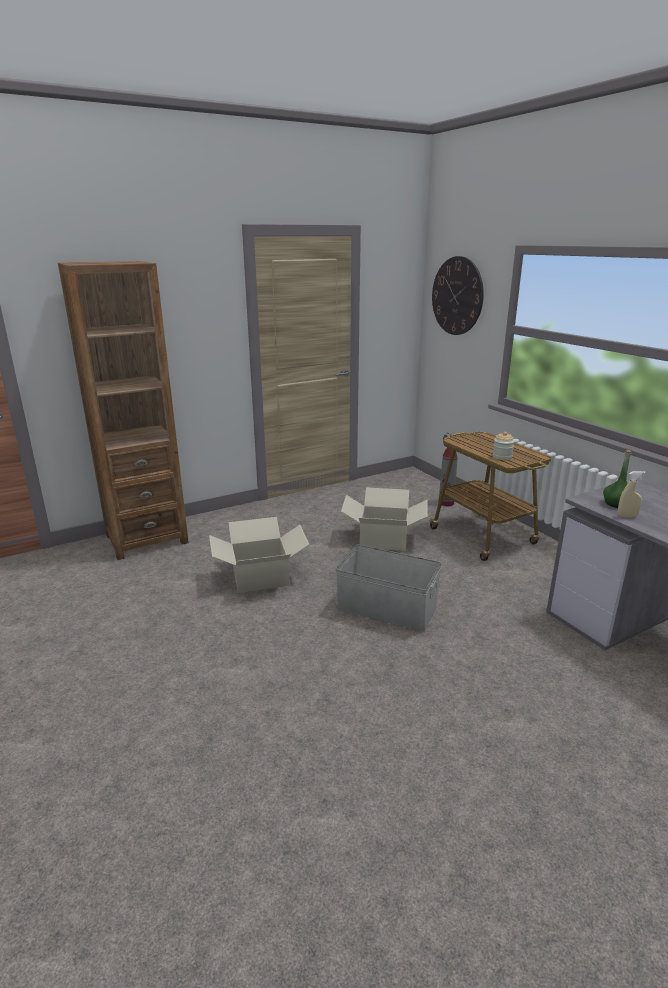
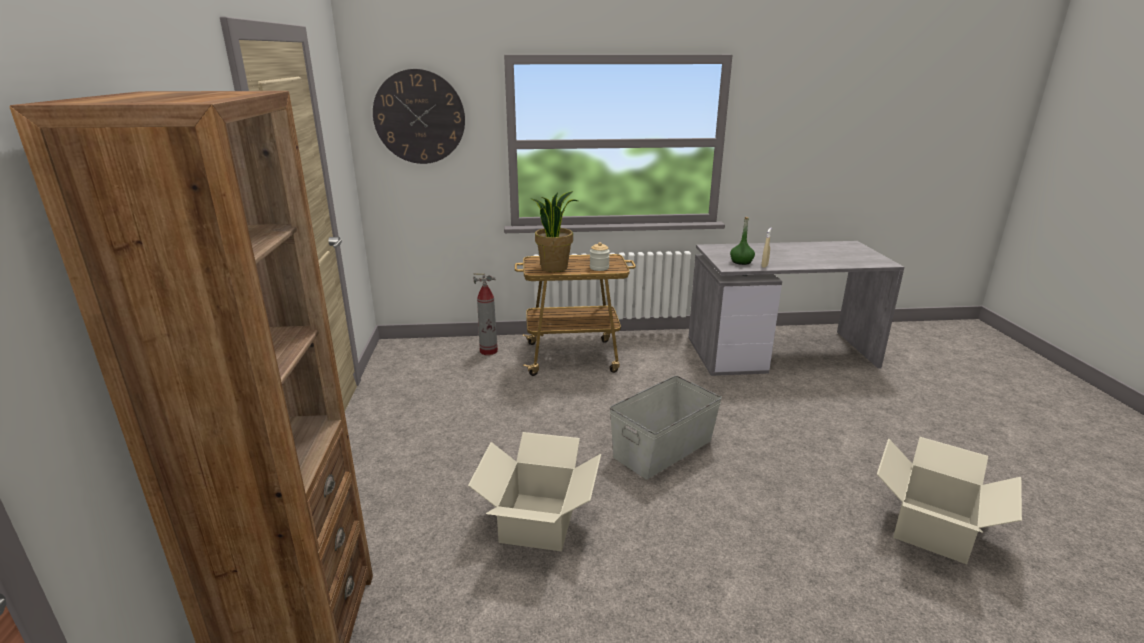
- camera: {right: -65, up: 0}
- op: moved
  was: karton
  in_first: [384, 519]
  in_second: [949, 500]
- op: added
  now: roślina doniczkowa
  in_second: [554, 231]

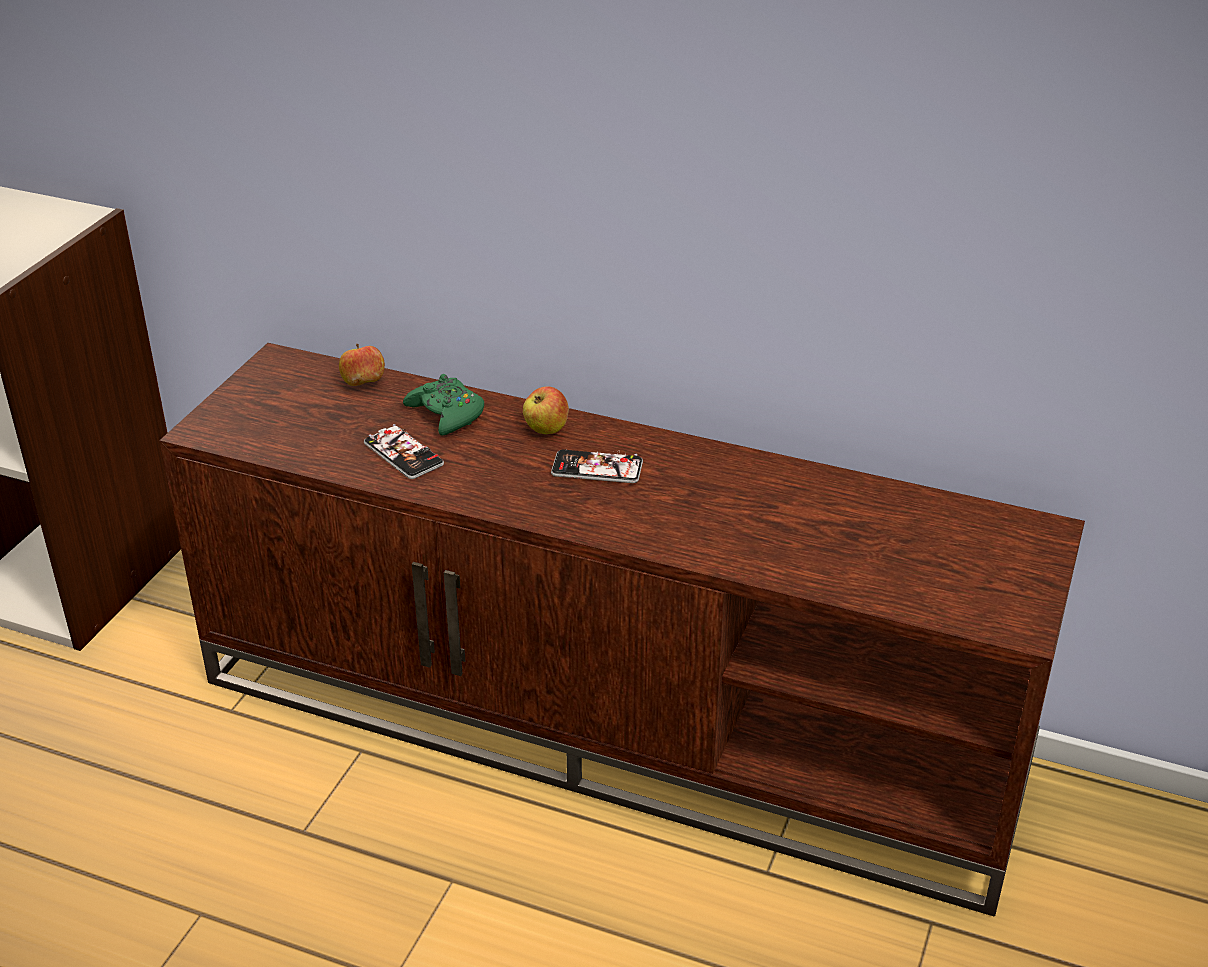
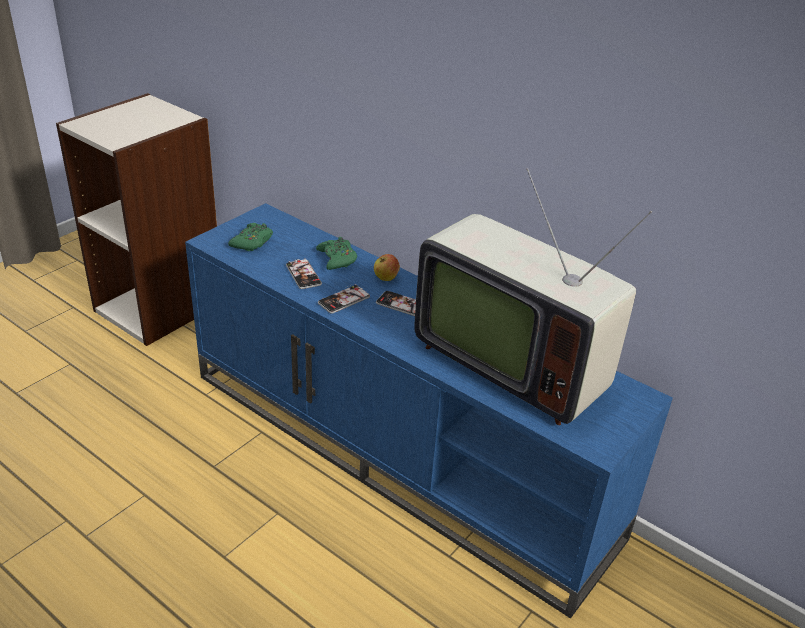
- camera: {right: 15, up: 0}
- op: recoloured
  was: szafka pod telewizor (brązowy)
  now: szafka pod telewizor (niebieski)
  in_first: [622, 629]
  in_second: [429, 410]
- op: removed
  was: jabłko
  in_first: [362, 365]
- op: added
  now: pad do gier (zielony)
  in_second: [250, 237]
- op: added
  now: telefon
  in_second: [344, 299]
- op: added
  now: telewizor
  in_second: [533, 296]

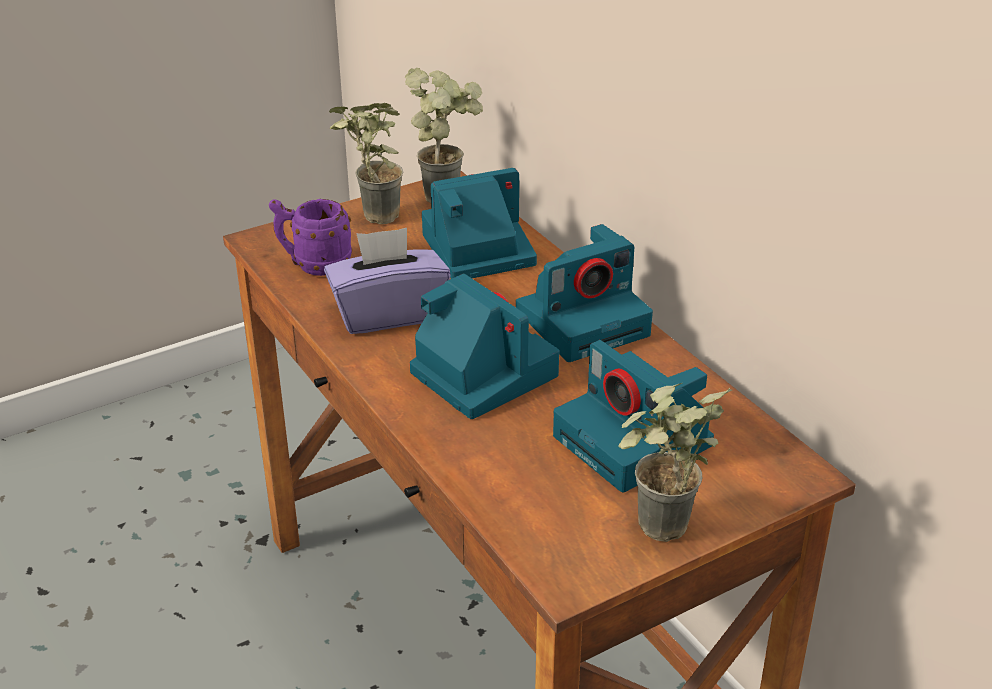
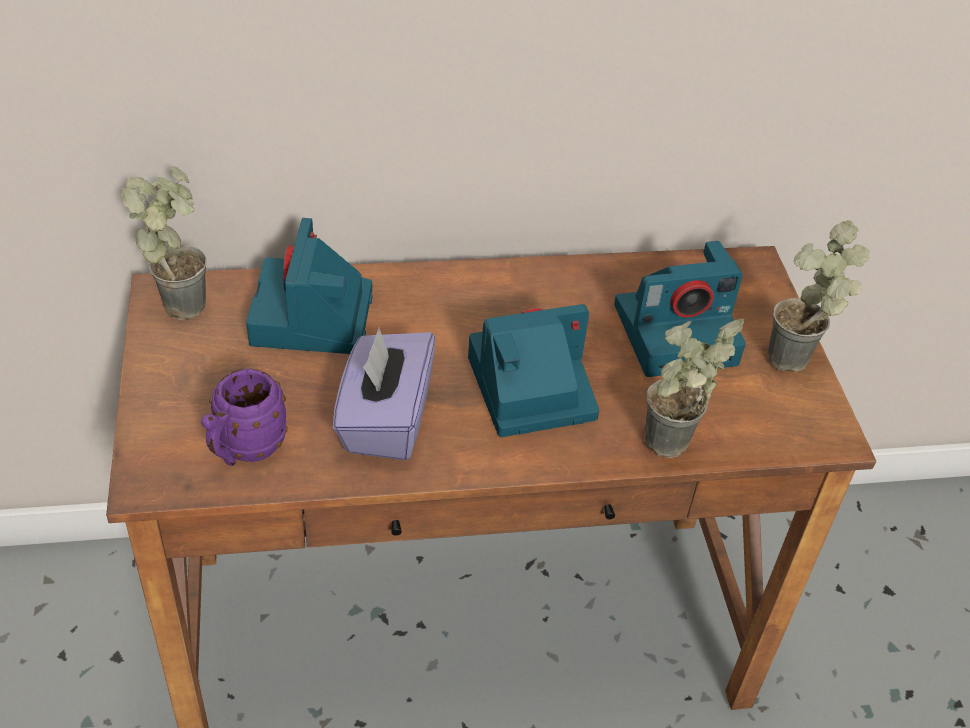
- camera: {right: -70, up: 10}
- op: moved
  was: roślina doniczkowa
  in_first: [366, 163]
  in_second: [694, 388]
- op: removed
  was: aparat fotograficzny
  in_first: [584, 293]

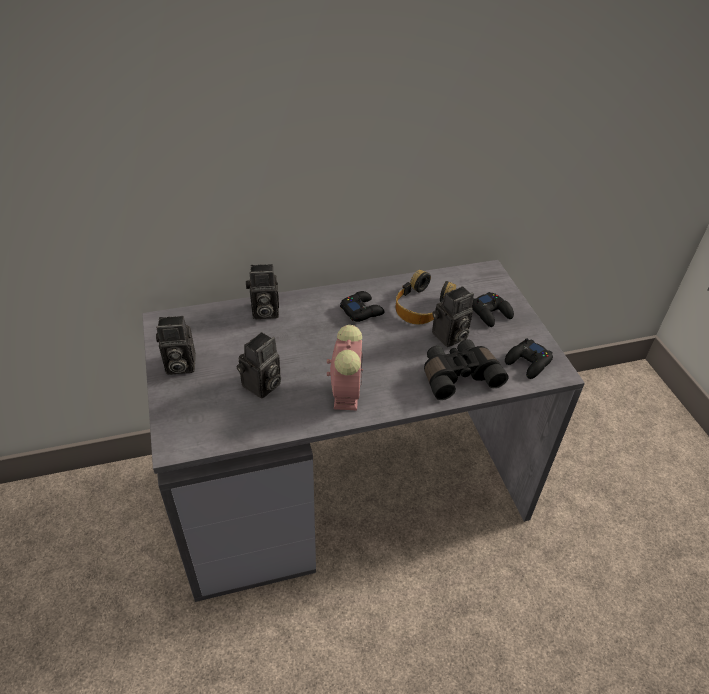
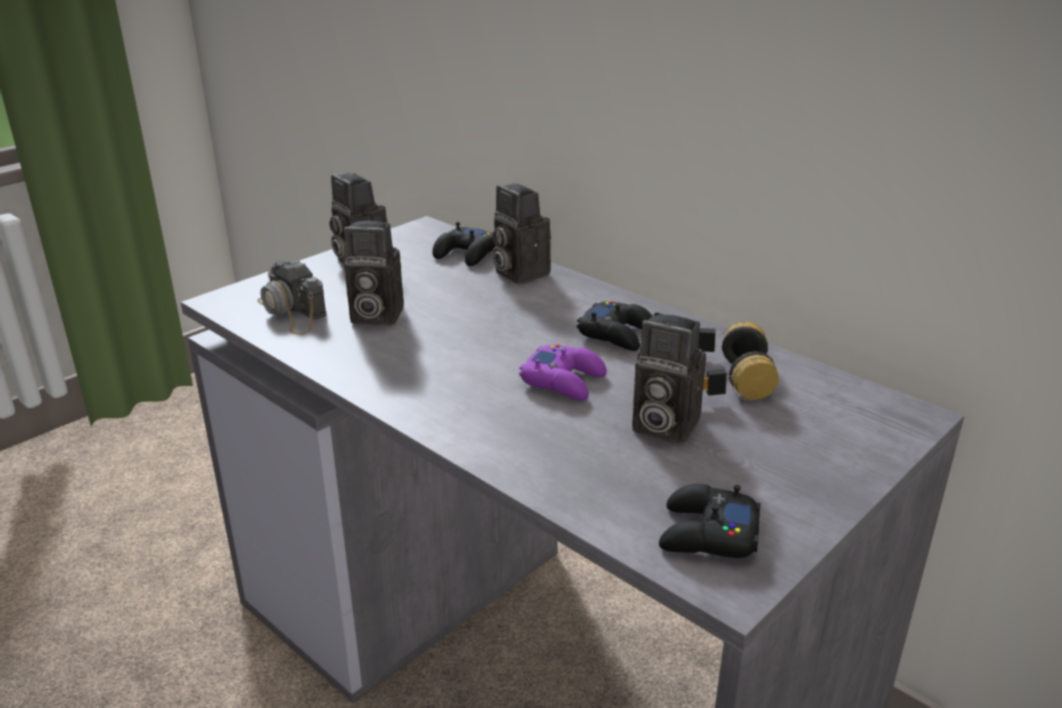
- camera: {right: 60, up: -15}
- op: removed
  was: budzik
  in_first: [345, 368]
- op: removed
  was: lornetka (czarny)
  in_first: [466, 369]
- op: moved
  was: pad do gier (czarny)
  in_first: [493, 309]
  in_second: [463, 244]
- op: added
  now: aparat fotograficzny
  in_second: [291, 297]
- op: added
  now: pad do gier (fioletowy)
  in_second: [563, 372]

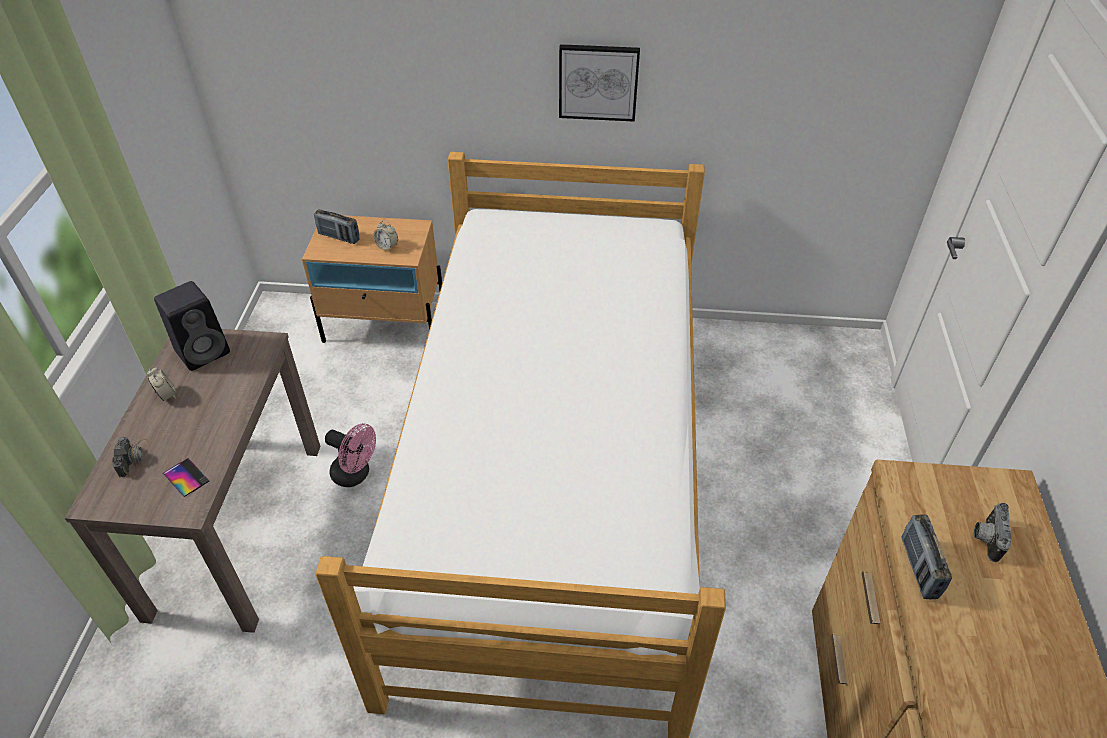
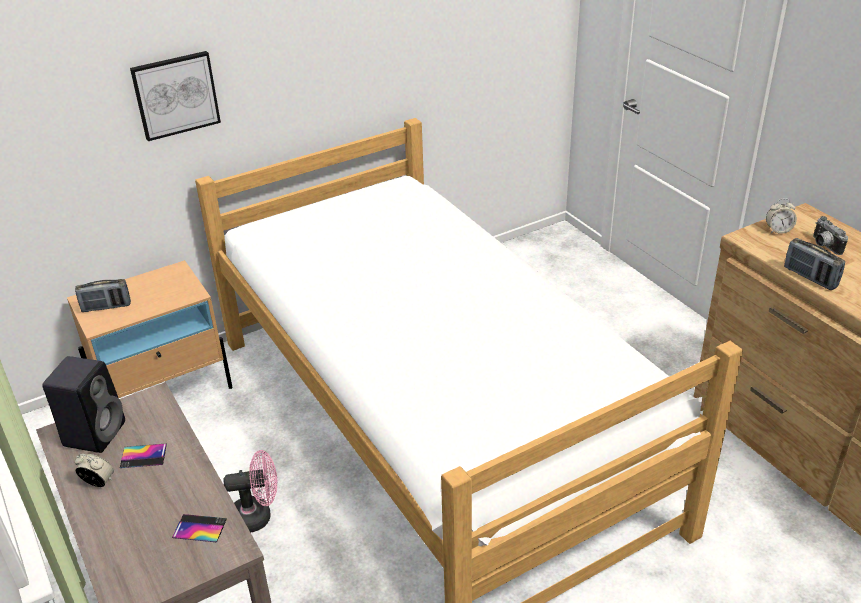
- camera: {right: -35, up: -10}
- op: removed
  was: aparat fotograficzny
  in_first: [130, 457]
- op: moved
  was: budzik
  in_first: [386, 236]
  in_second: [781, 216]
- op: moved
  was: obraz
  in_first: [599, 83]
  in_second: [175, 96]
- op: added
  now: telefon
  in_second: [143, 455]

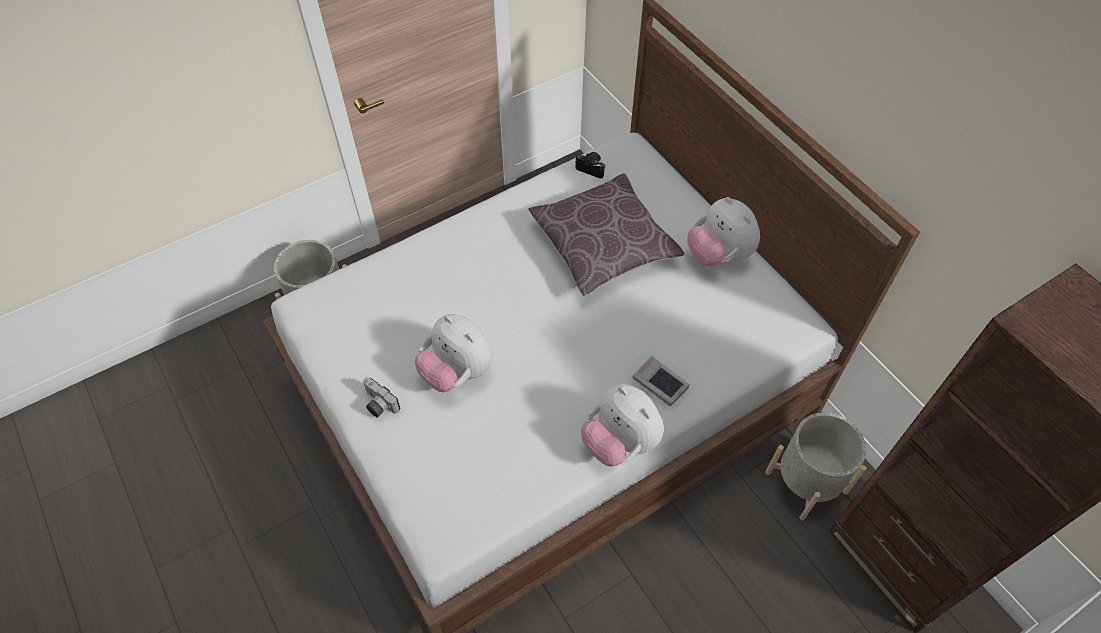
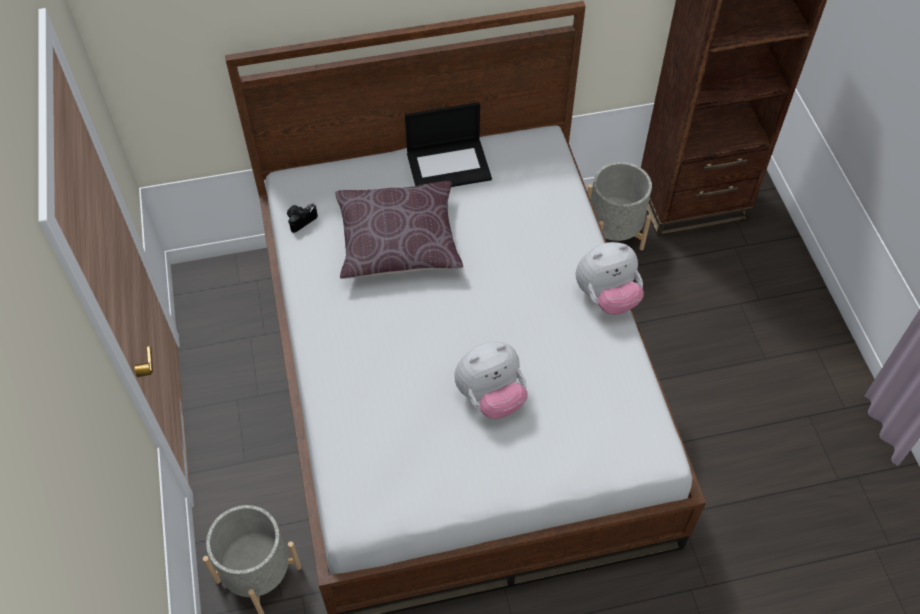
- camera: {right: -70, up: 0}
- op: removed
  was: aparat fotograficzny
  in_first: [381, 397]
- op: removed
  was: książka
  in_first: [661, 381]
- op: replaced
  was: pluszak
  now: laptop
  in_first: [723, 231]
  in_second: [448, 144]

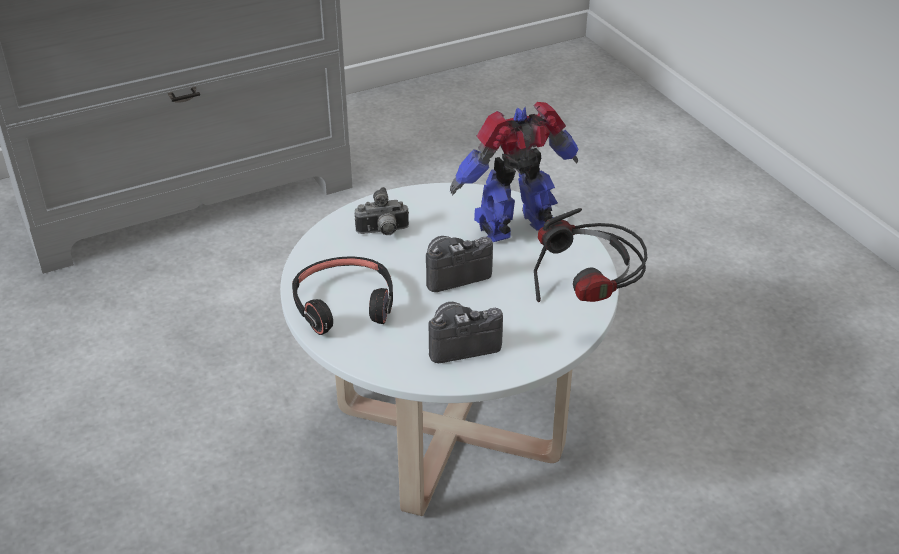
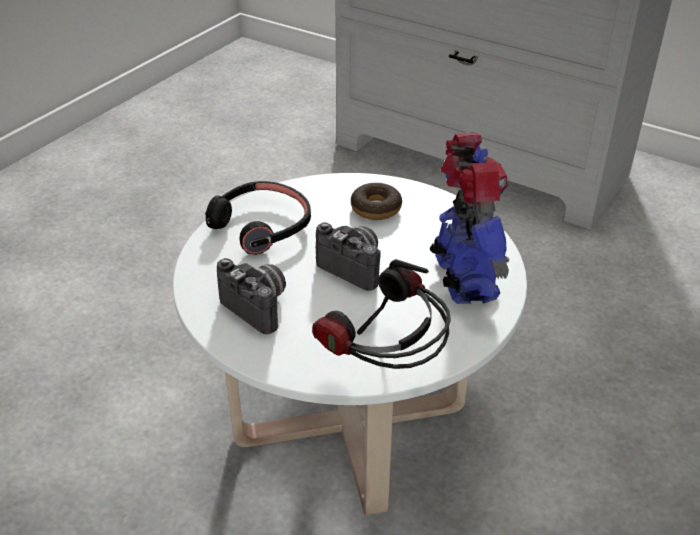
- camera: {right: 60, up: 0}
- op: replaced
  was: aparat fotograficzny
  now: donut
  in_first: [382, 211]
  in_second: [376, 201]
- op: turned
  was: robot zabawkowy
  in_first: [514, 172]
  in_second: [469, 218]
  clockwise: 45

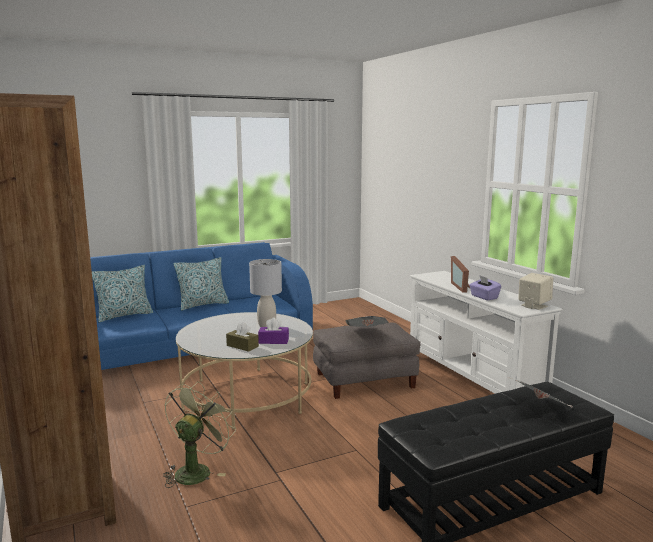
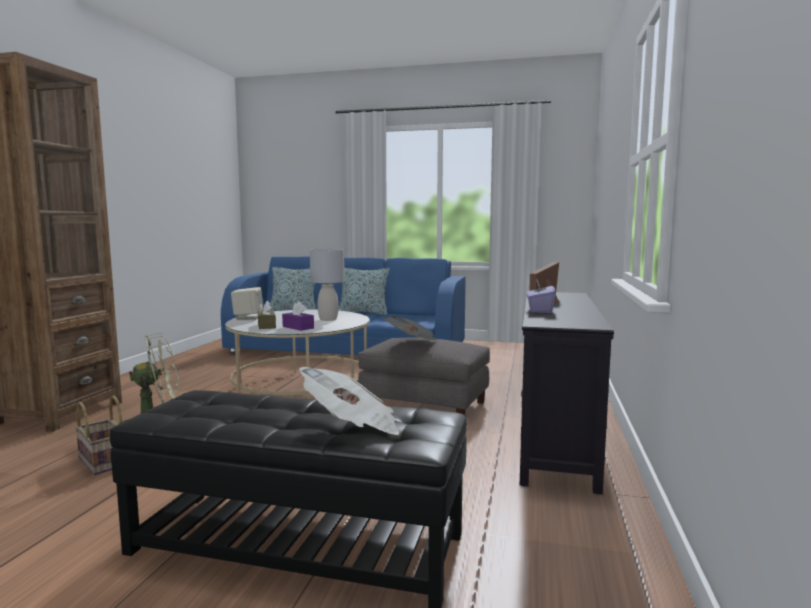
- camera: {right: 40, up: -5}
- op: recoloured
  was: szafka pod telewizor (biały)
  now: szafka pod telewizor (czarny)
  in_first: [486, 332]
  in_second: [567, 392]
- op: moved
  was: głośnik (beżowy)
  in_first: [536, 291]
  in_second: [247, 303]
- op: added
  now: koszyk
  in_second: [98, 435]

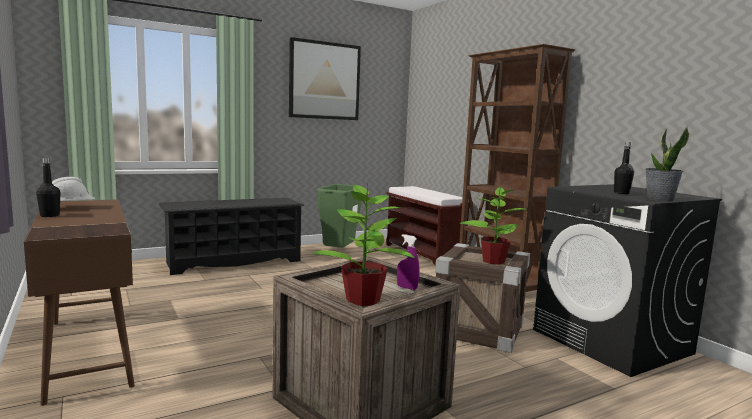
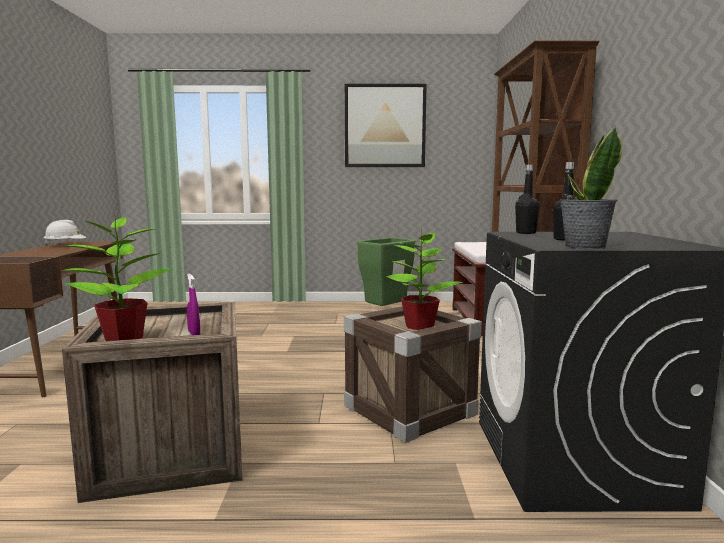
- camera: {right: 30, up: 0}
- op: moved
  was: butelka (czarny)
  in_first: [48, 187]
  in_second: [527, 199]
- op: removed
  was: regał na buty (czarny)
  in_first: [231, 236]

